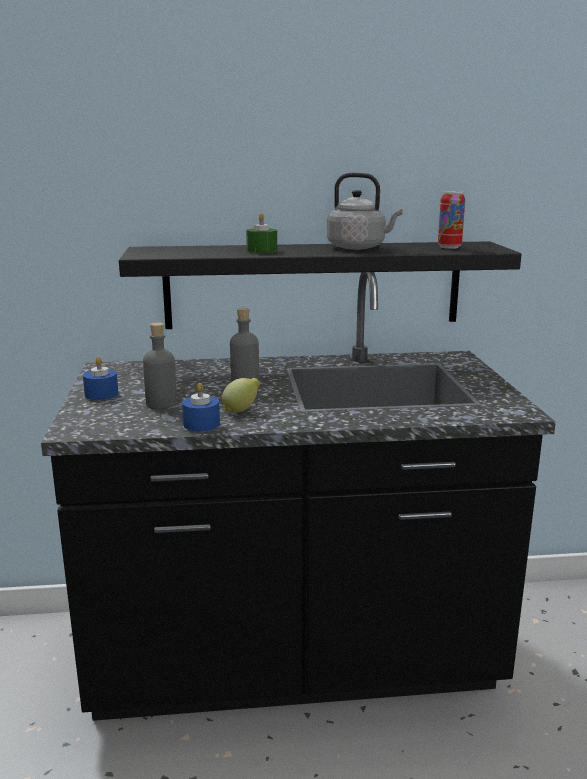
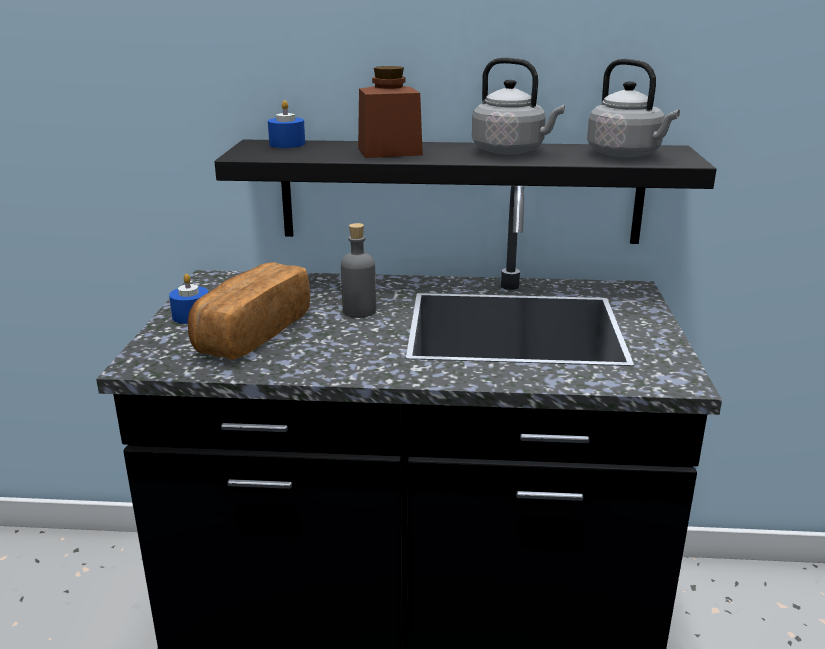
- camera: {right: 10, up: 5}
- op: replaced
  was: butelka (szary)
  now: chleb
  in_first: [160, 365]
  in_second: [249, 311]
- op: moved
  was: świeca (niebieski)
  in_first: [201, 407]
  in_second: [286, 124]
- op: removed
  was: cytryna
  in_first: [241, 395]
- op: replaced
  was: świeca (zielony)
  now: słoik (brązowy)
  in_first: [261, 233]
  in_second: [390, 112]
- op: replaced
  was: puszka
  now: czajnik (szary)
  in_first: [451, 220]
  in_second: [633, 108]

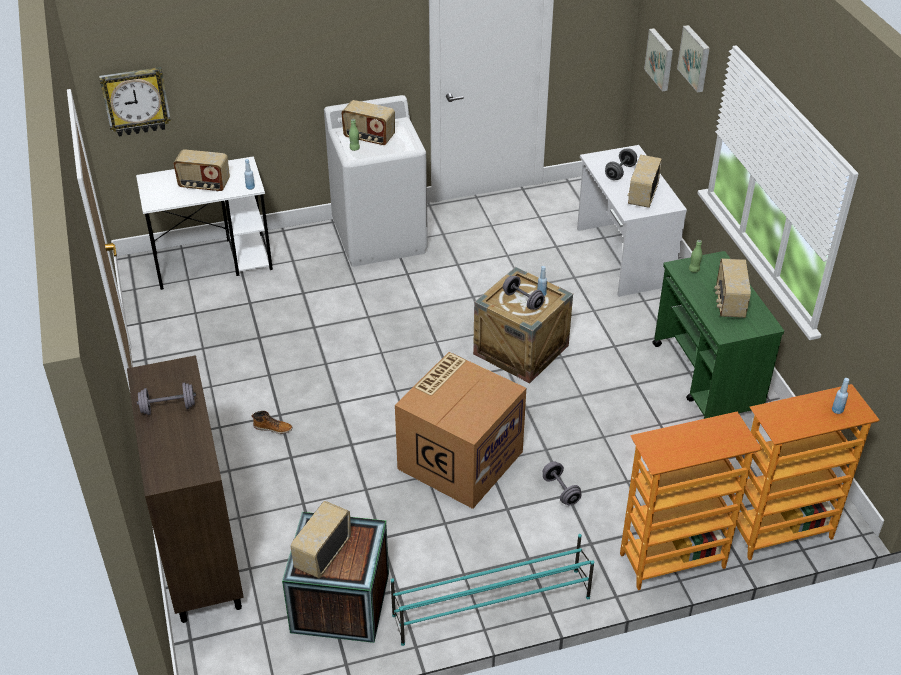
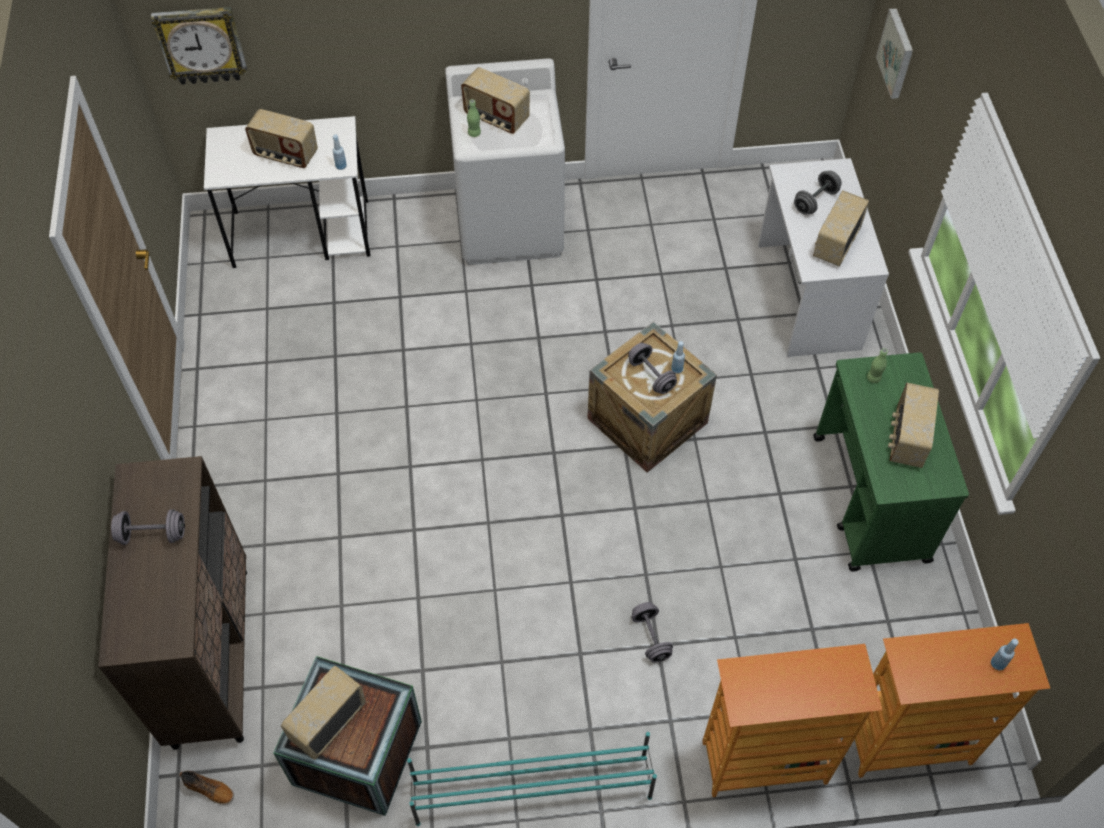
- camera: {right: 10, up: 15}
- op: moved
  was: but z cholewką
  in_first: [272, 422]
  in_second: [206, 788]
- op: removed
  was: karton
  in_first: [460, 430]
- op: removed
  was: obraz
  in_first: [693, 59]

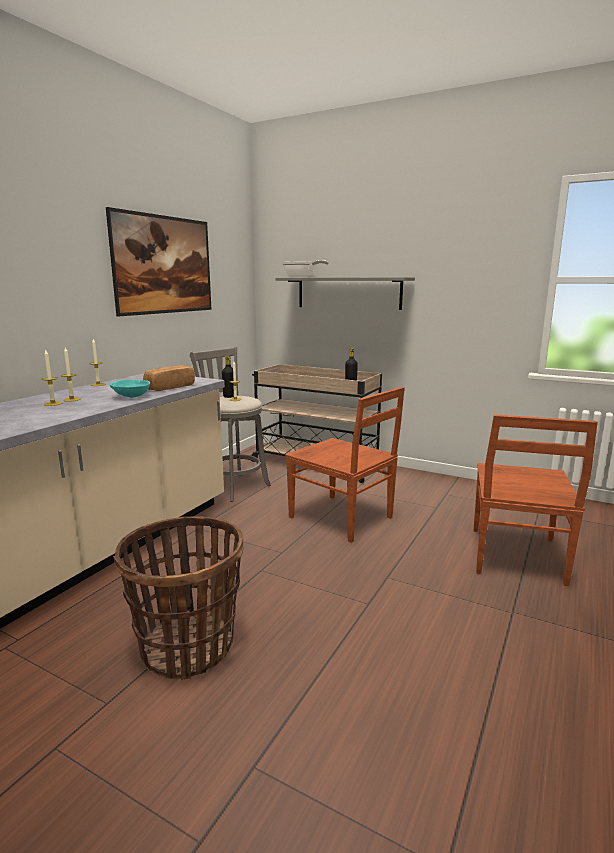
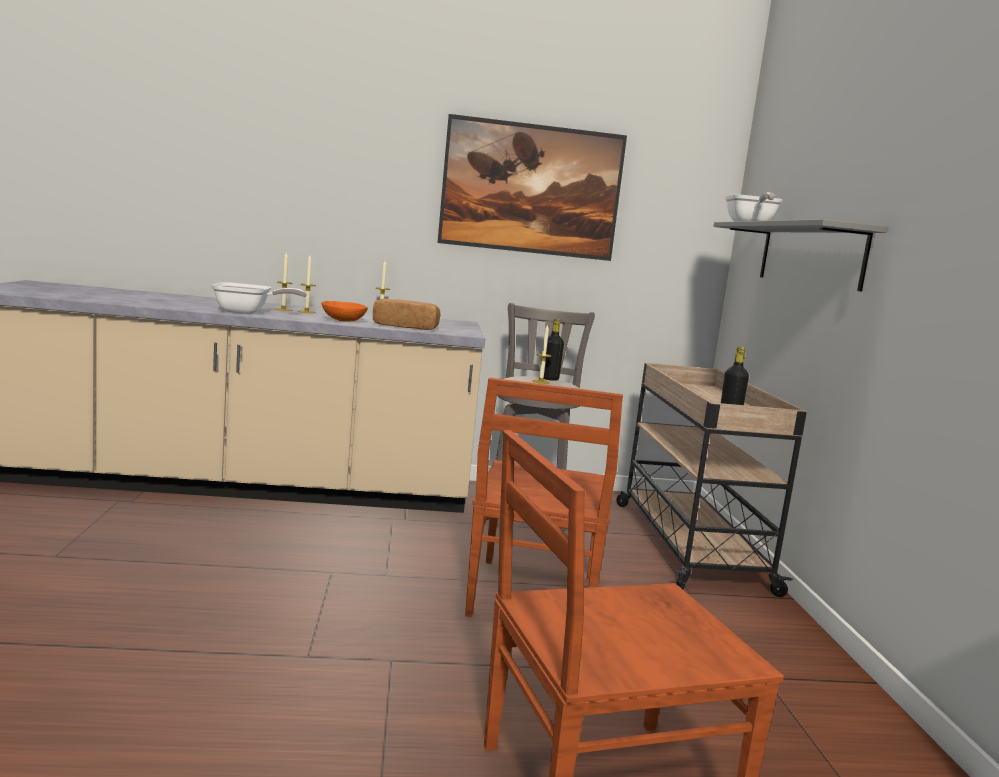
- camera: {right: 55, up: -5}
- op: recoloured
  was: miska (turkusowy)
  now: miska (pomarańczowy)
  in_first: [130, 389]
  in_second: [345, 311]
- op: removed
  was: koszyk
  in_first: [178, 598]
- op: added
  now: patelnia
  in_second: [259, 298]

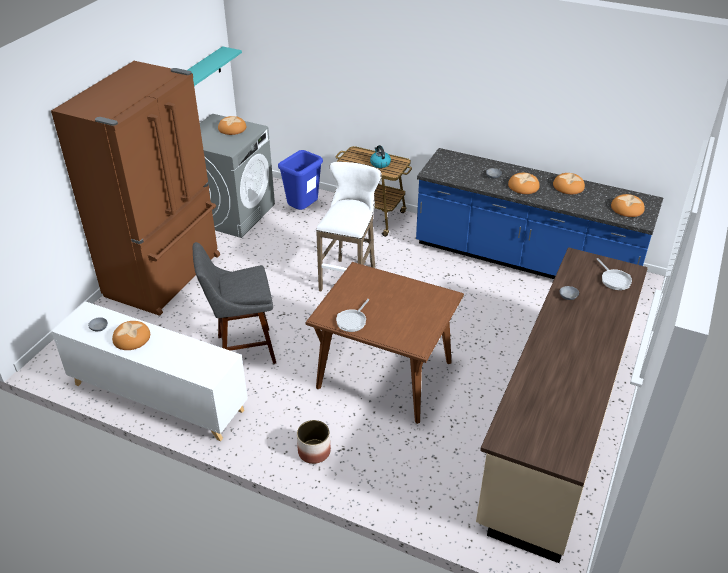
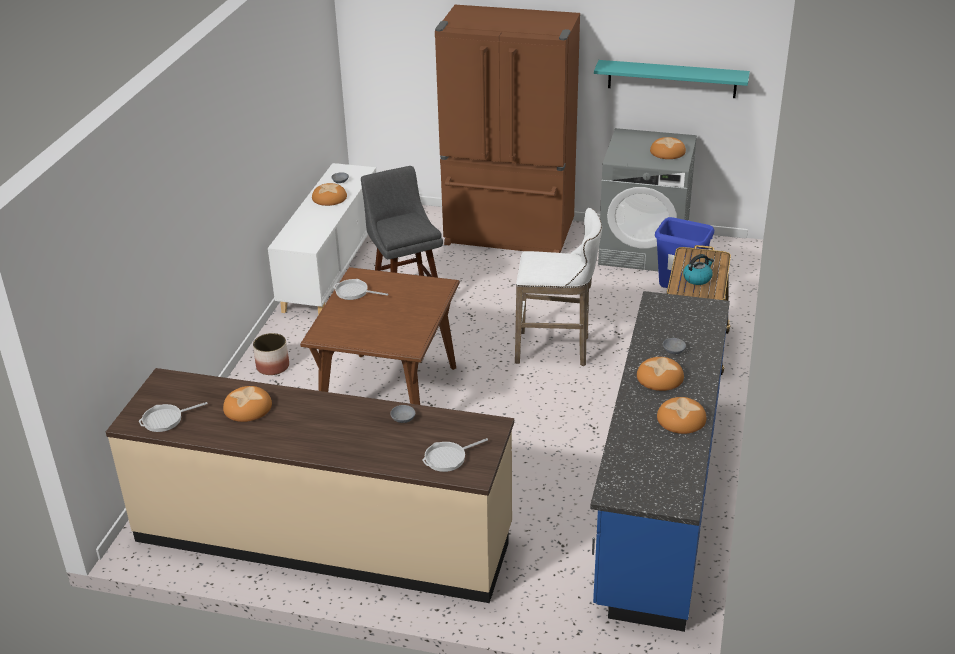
- camera: {right: 80, up: -5}
- op: moved
  was: chleb
  in_first: [628, 205]
  in_second: [247, 404]
- op: added
  now: patelnia
  in_second: [173, 417]

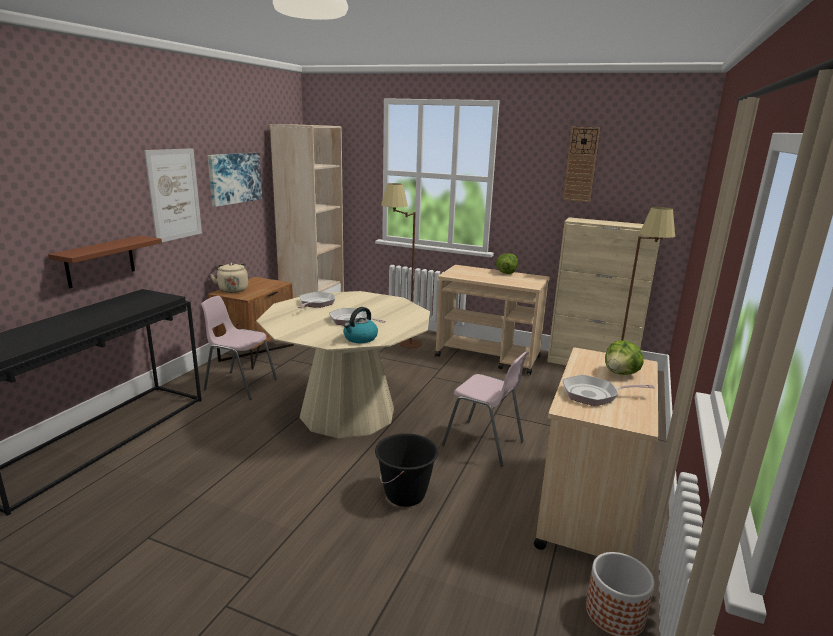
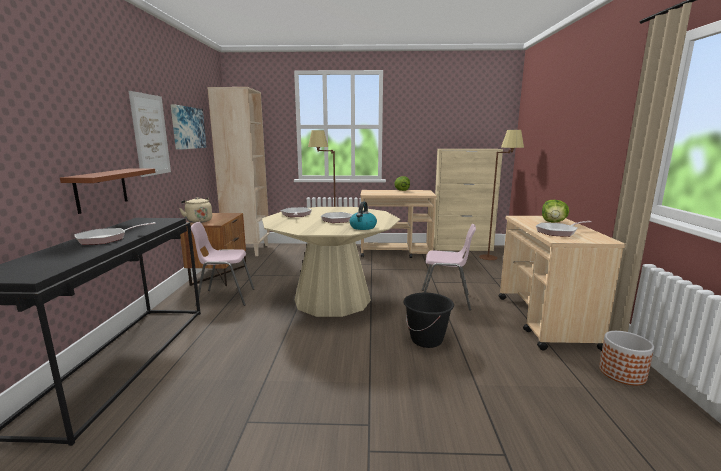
- camera: {right: -20, up: -5}
- op: removed
  was: zegar ścienny
  in_first: [581, 164]
- op: added
  now: patelnia
  in_second: [115, 233]

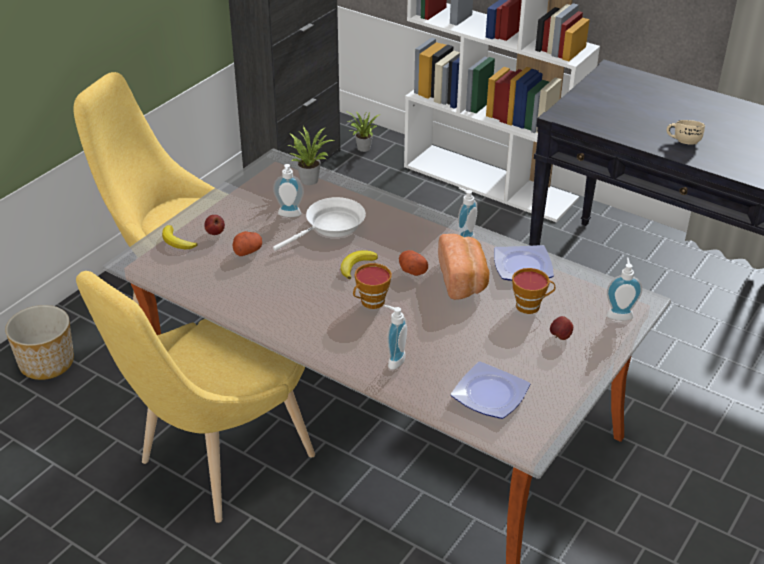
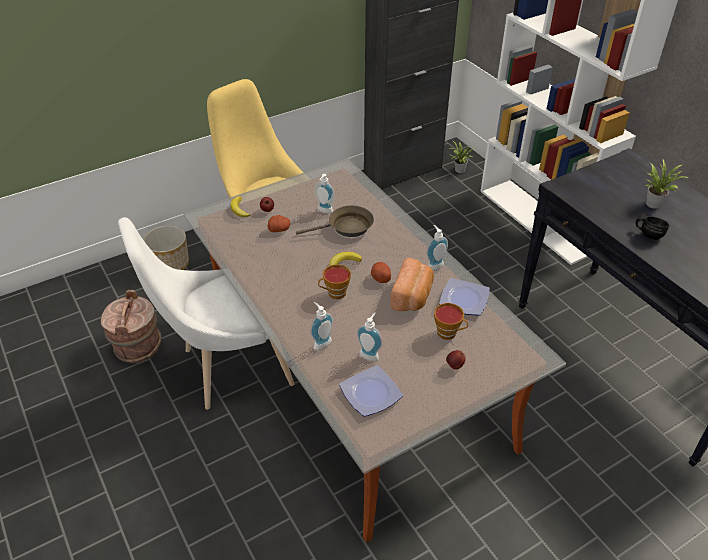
- camera: {right: 25, up: 5}
- op: recoloured
  was: krzesło (żółty)
  now: krzesło (biały)
  in_first: [195, 397]
  in_second: [206, 313]
- op: recoloured
  was: patelnia (biały)
  now: patelnia (brązowy)
  in_first: [319, 224]
  in_second: [335, 221]
- op: moved
  was: roślina doniczkowa
  in_first: [312, 155]
  in_second: [667, 184]
- op: moved
  was: dozownik mydła
  in_first: [624, 289]
  in_second: [369, 337]
- op: recoloured
  was: kubek (beżowy)
  now: kubek (czarny)
  in_first: [686, 132]
  in_second: [652, 228]
- op: added
  now: wiadro (brązowy)
  in_second: [131, 326]

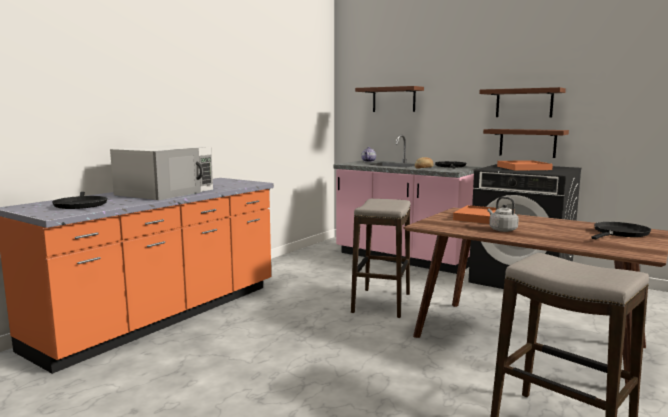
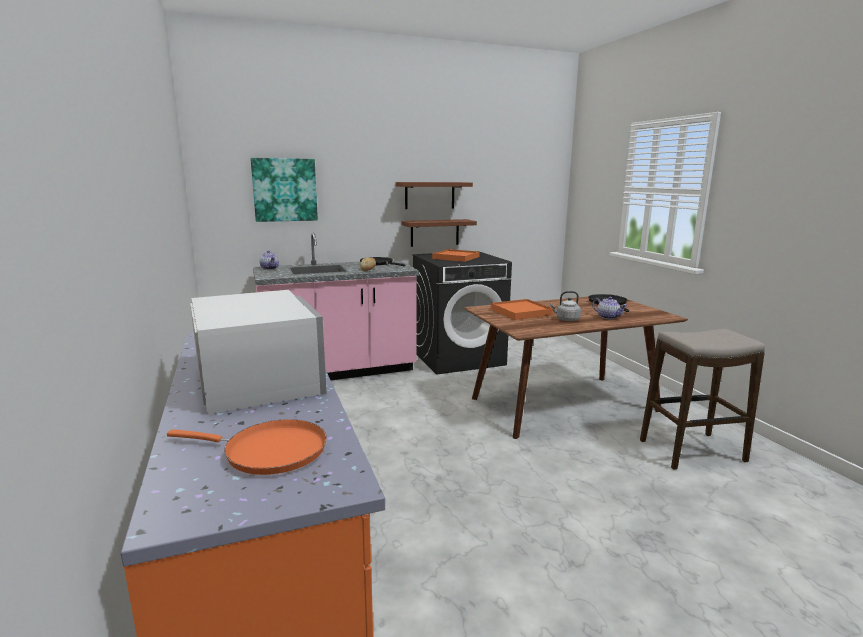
- camera: {right: -55, up: 5}
- op: recoloured
  was: patelnia (czarny)
  now: patelnia (pomarańczowy)
  in_first: [79, 200]
  in_second: [247, 447]
- op: removed
  was: stołek
  in_first: [381, 258]
- op: replaced
  was: półka (brązowy)
  now: obraz
  in_first: [389, 99]
  in_second: [284, 190]
- op: added
  now: imbryk
  in_second: [609, 308]

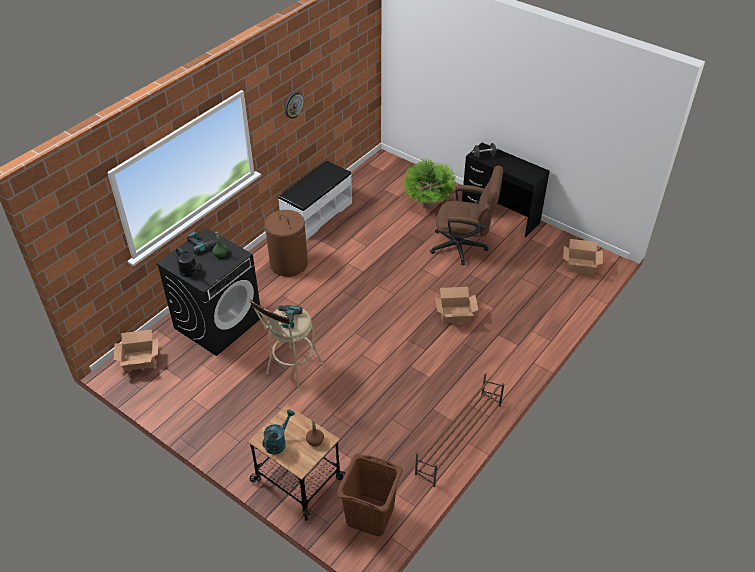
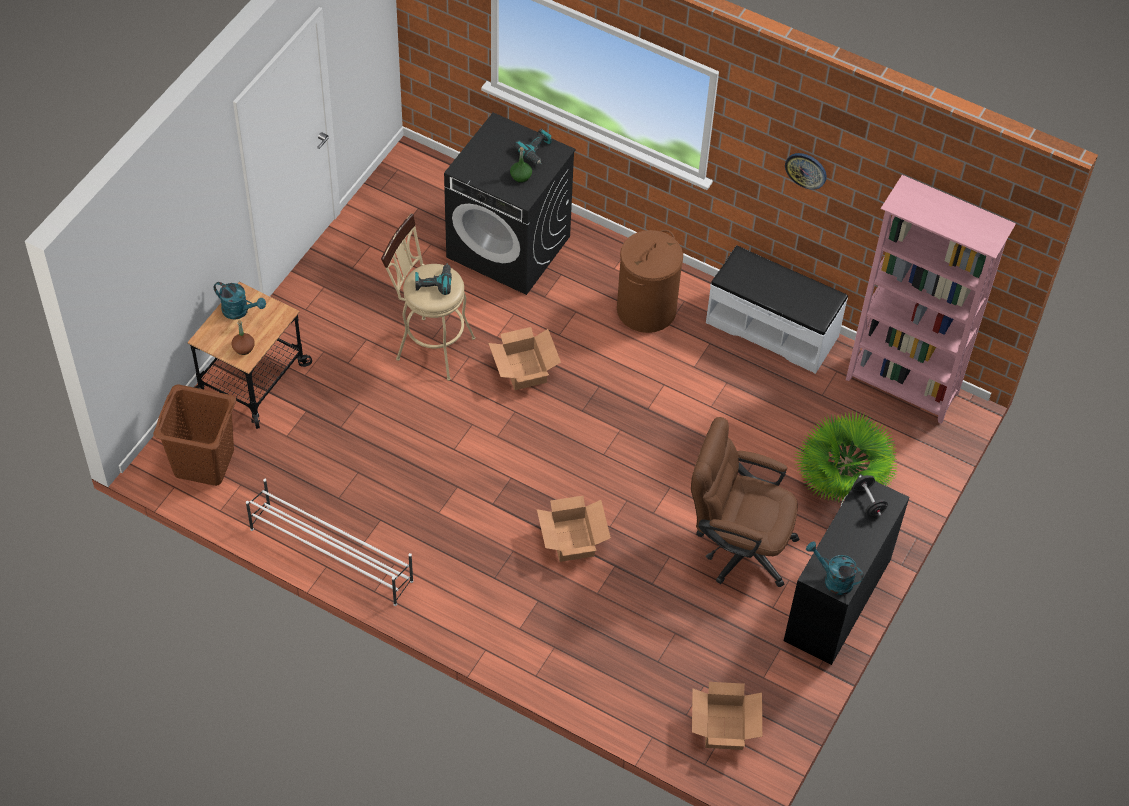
- camera: {right: 80, up: 10}
- op: moved
  was: karton
  in_first: [136, 350]
  in_second: [524, 358]
- op: removed
  was: konewka (czarny)
  in_first: [189, 262]
- op: recoloured
  was: regał na buty (brązowy)
  now: regał na buty (biały)
  in_first: [460, 430]
  in_second: [329, 542]
- op: turned
  was: krzesło biurowe (brązowy)
  in_first: [466, 215]
  in_second: [745, 502]
  clockwise: 105
- op: added
  now: konewka (turkusowy)
  in_second: [835, 568]
- op: added
  now: regał (różowy)
  in_second: [931, 299]

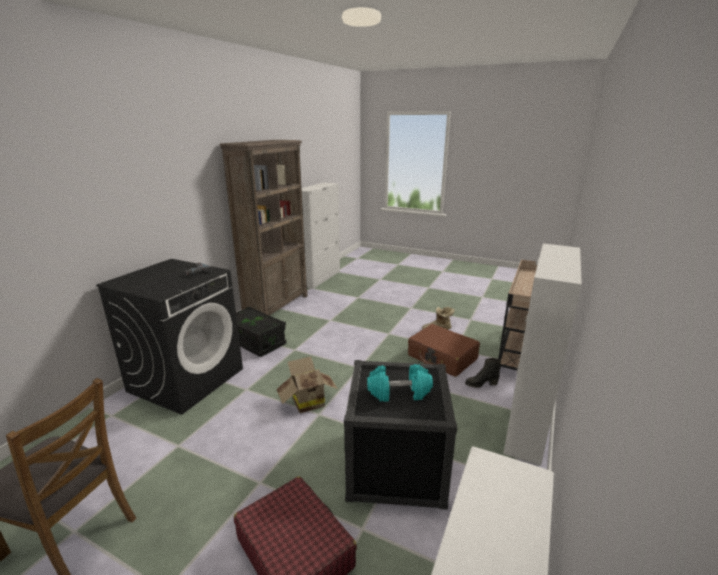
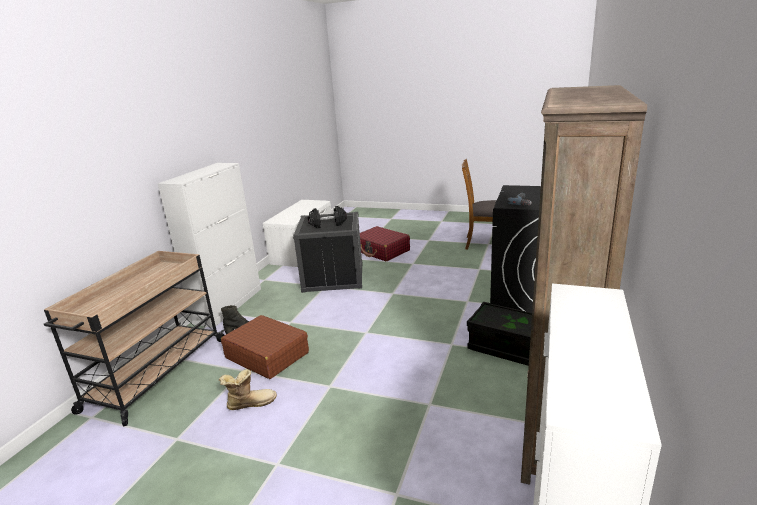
- camera: {right: 175, up: 0}
- op: removed
  was: karton
  in_first: [307, 384]
- op: recoloured
  was: hantel (turkusowy)
  now: hantel (czarny)
  in_first: [400, 383]
  in_second: [327, 217]

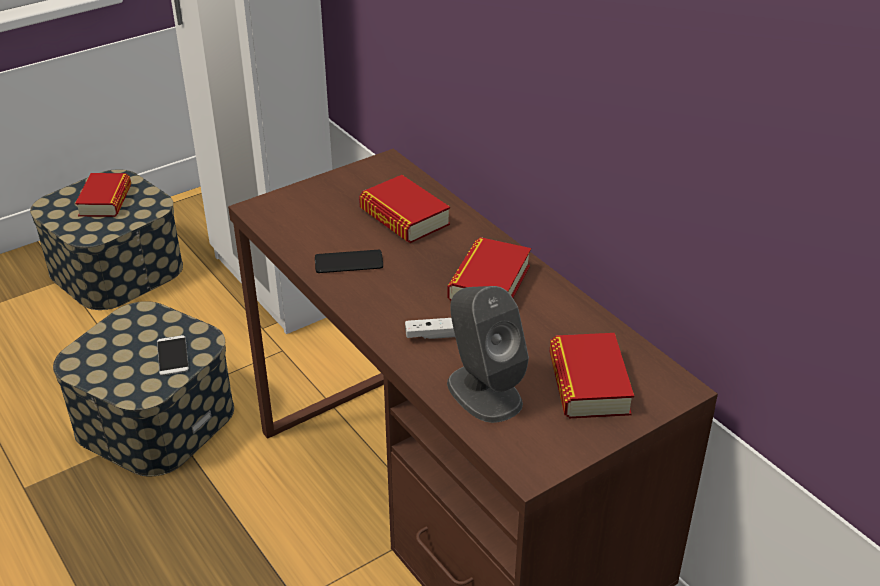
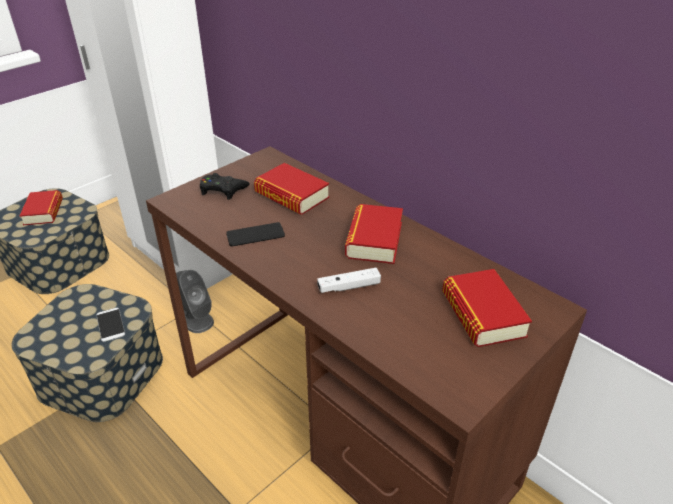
- camera: {right: -10, up: 0}
- op: moved
  was: głośnik (szary)
  in_first: [488, 354]
  in_second: [195, 301]
- op: added
  now: pad do gier (czarny)
  in_second: [225, 186]

